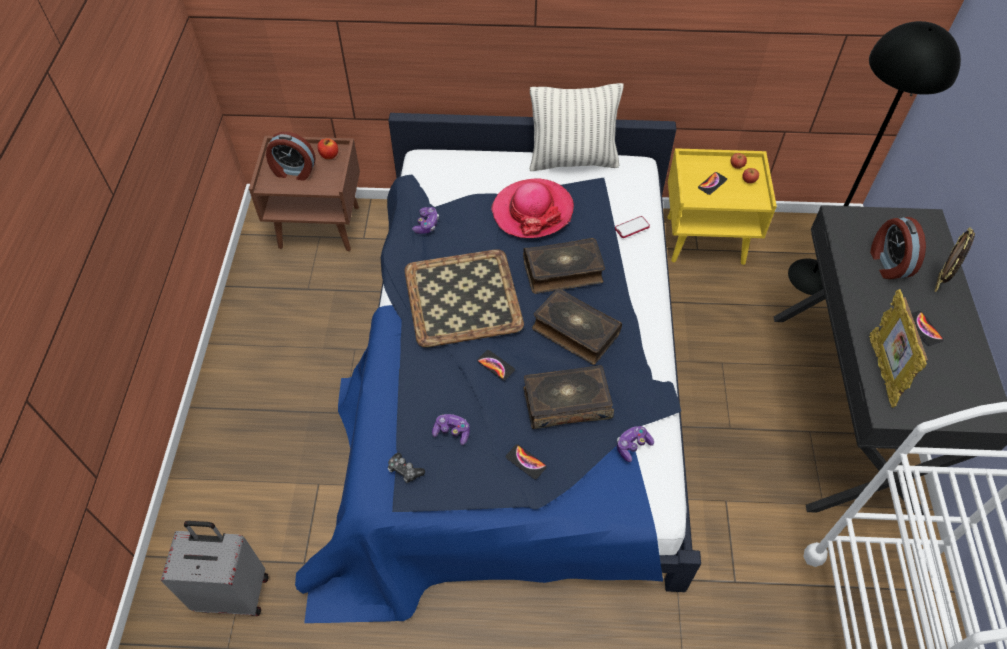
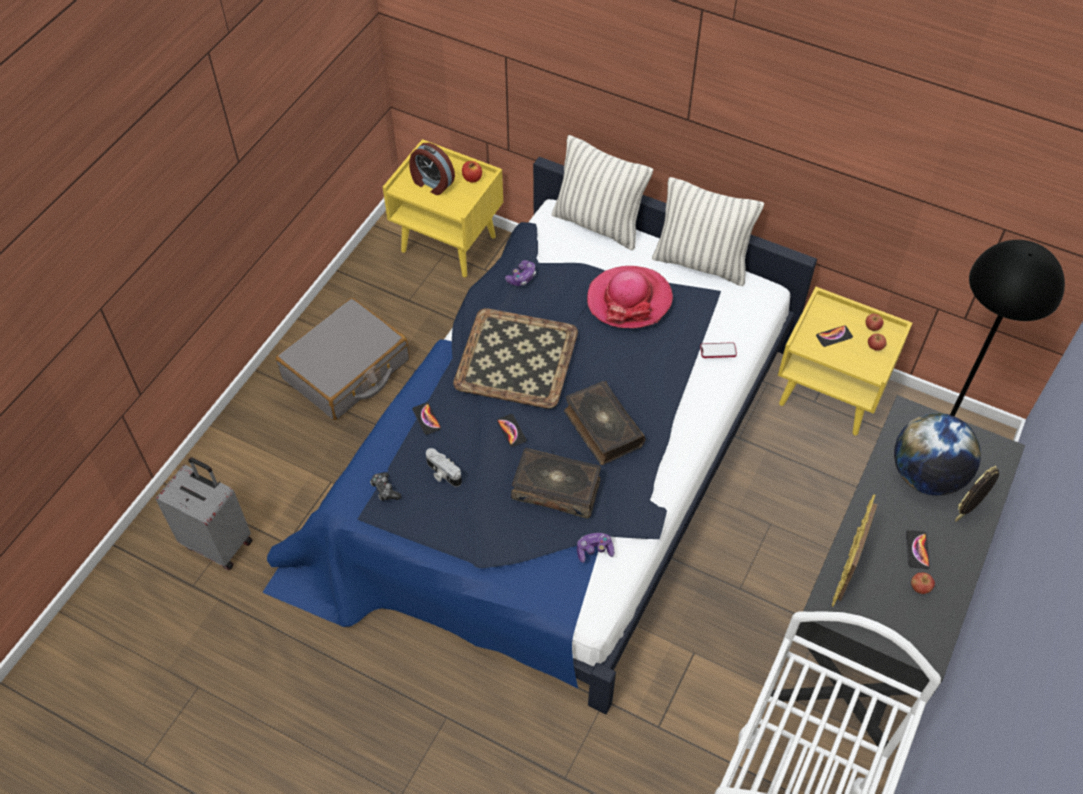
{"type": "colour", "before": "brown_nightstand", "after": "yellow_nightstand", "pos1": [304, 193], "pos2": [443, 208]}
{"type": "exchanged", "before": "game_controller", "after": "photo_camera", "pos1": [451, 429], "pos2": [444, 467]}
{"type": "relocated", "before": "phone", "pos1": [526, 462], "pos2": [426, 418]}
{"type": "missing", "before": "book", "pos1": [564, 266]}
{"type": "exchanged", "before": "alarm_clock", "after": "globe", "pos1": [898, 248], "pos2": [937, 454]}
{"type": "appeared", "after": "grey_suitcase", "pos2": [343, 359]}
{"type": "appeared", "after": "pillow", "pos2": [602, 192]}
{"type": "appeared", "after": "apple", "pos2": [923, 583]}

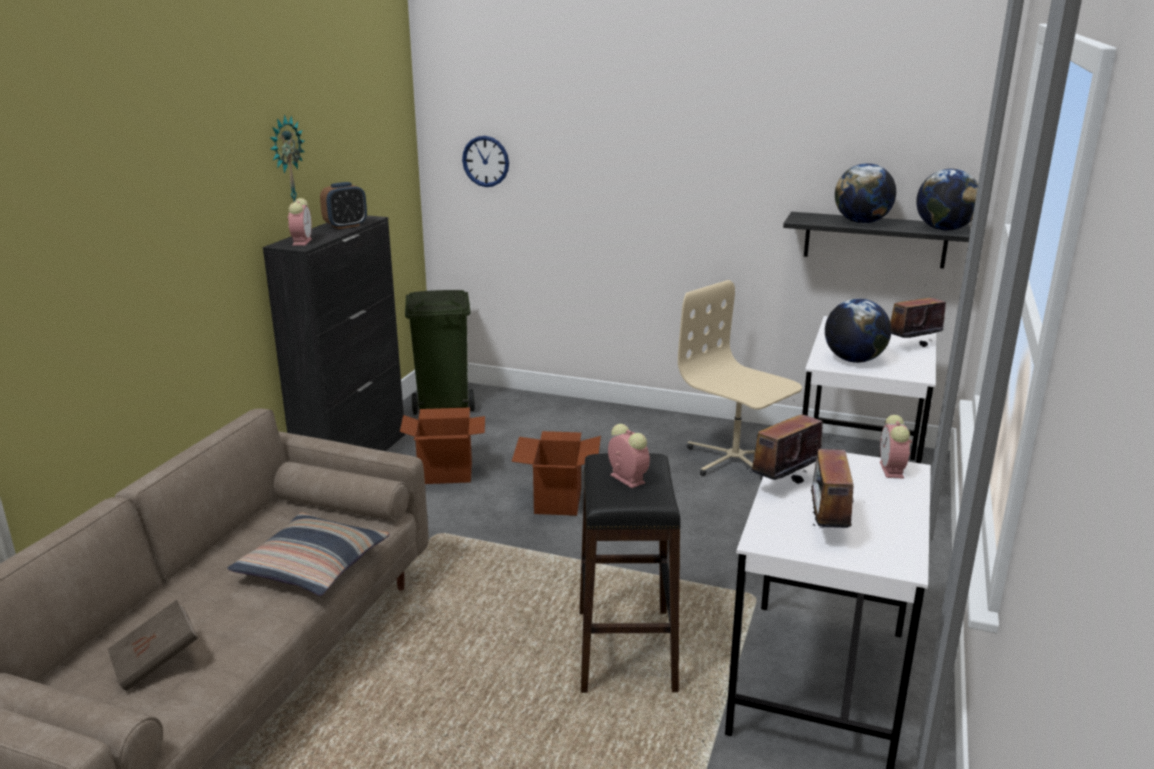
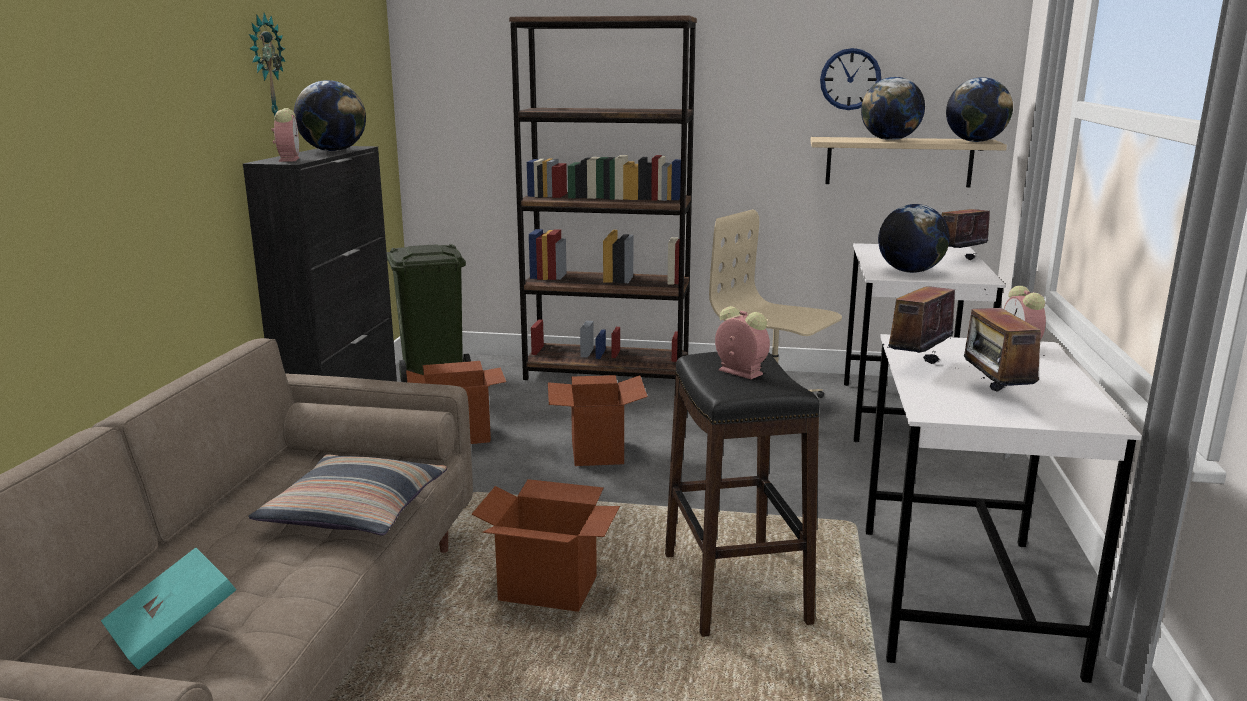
{"type": "colour", "before": "brown_book", "after": "turquoise_book", "pos1": [152, 645], "pos2": [168, 609]}
{"type": "exchanged", "before": "alarm_clock", "after": "globe", "pos1": [343, 205], "pos2": [330, 115]}
{"type": "relocated", "before": "wall_clock", "pos1": [485, 161], "pos2": [850, 79]}
{"type": "colour", "before": "black_shelf", "after": "beige_shelf", "pos1": [876, 240], "pos2": [908, 162]}
{"type": "appeared", "after": "cardboard_box", "pos2": [546, 545]}
{"type": "appeared", "after": "brown_bookcase", "pos2": [603, 198]}

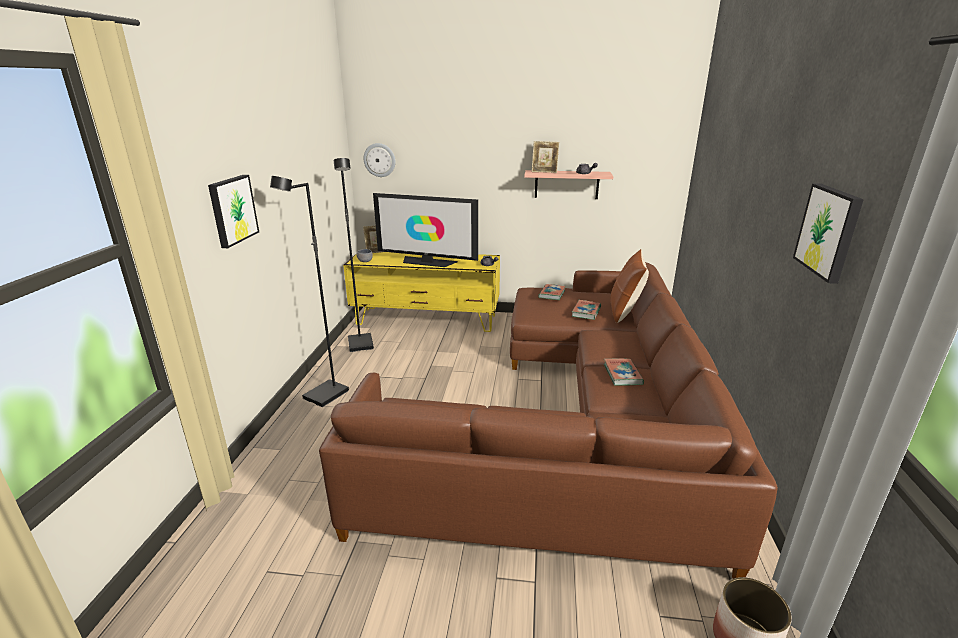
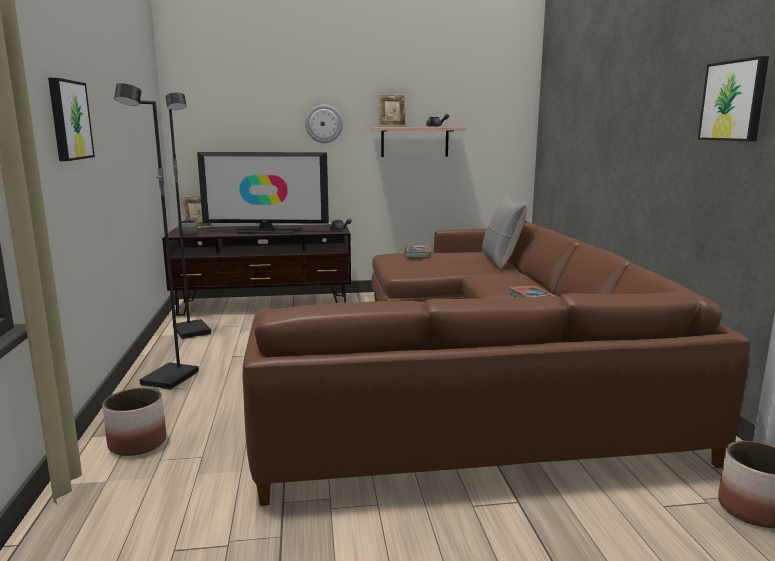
{"type": "colour", "before": "yellow_tv_stand", "after": "brown_tv_stand", "pos1": [421, 292], "pos2": [256, 270]}
{"type": "relocated", "before": "wall_clock", "pos1": [379, 160], "pos2": [324, 124]}
{"type": "missing", "before": "book", "pos1": [586, 310]}
{"type": "colour", "before": "brown_pillow", "after": "grey_pillow", "pos1": [629, 286], "pos2": [505, 232]}
{"type": "appeared", "after": "planter", "pos2": [134, 422]}

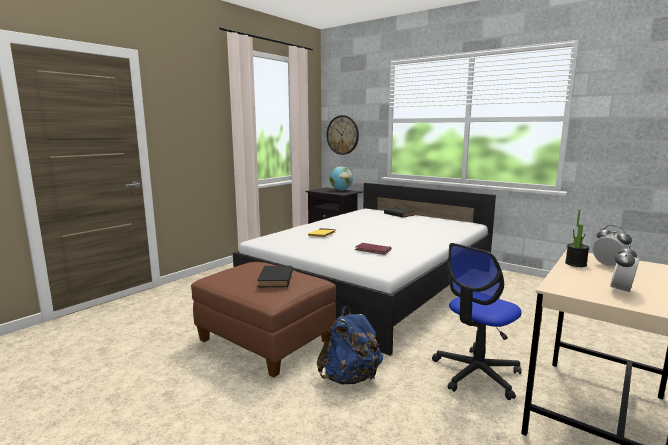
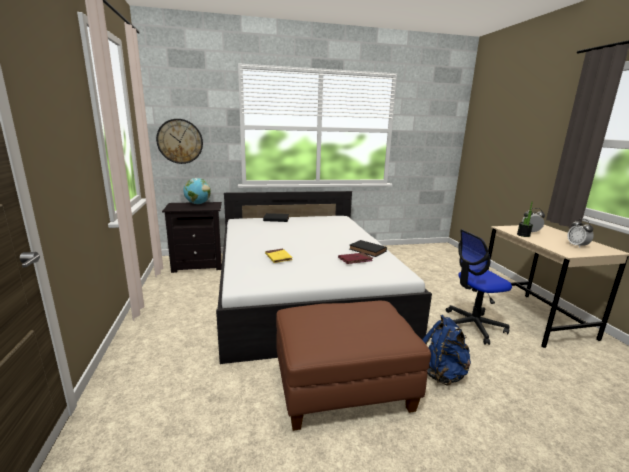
{"type": "relocated", "before": "black_book", "pos1": [275, 276], "pos2": [368, 248]}
{"type": "spun", "before": "office_chair", "pos1": [477, 321], "pos2": [479, 287], "turn": 75}

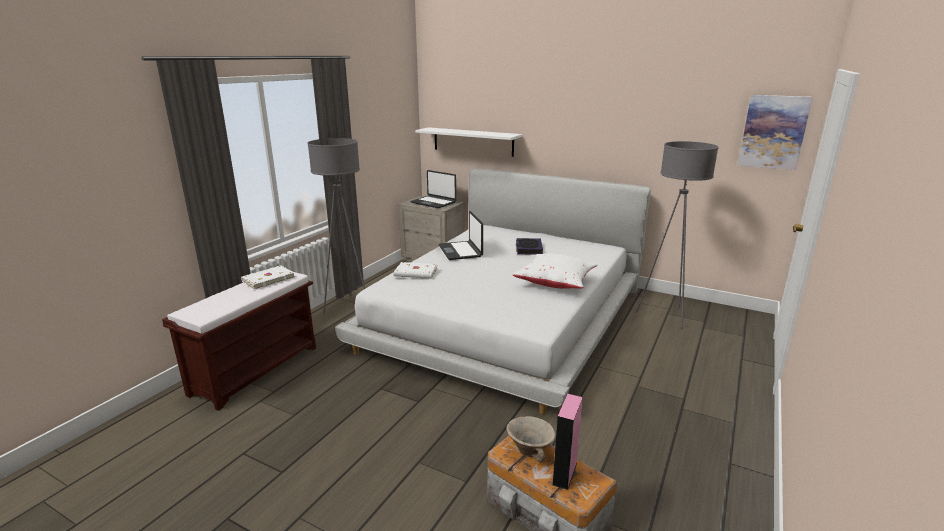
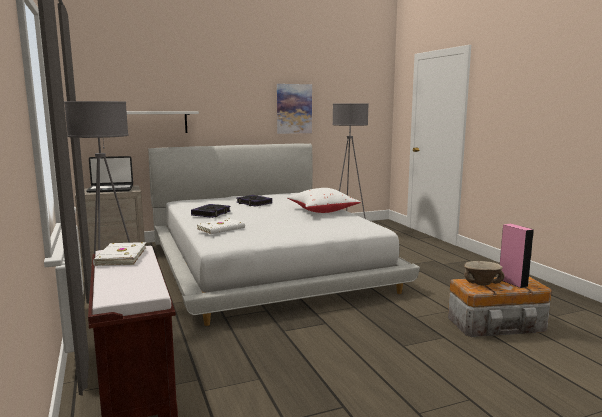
{"type": "exchanged", "before": "laptop", "after": "book", "pos1": [461, 235], "pos2": [210, 211]}
{"type": "relocated", "before": "picture", "pos1": [775, 132], "pos2": [294, 109]}

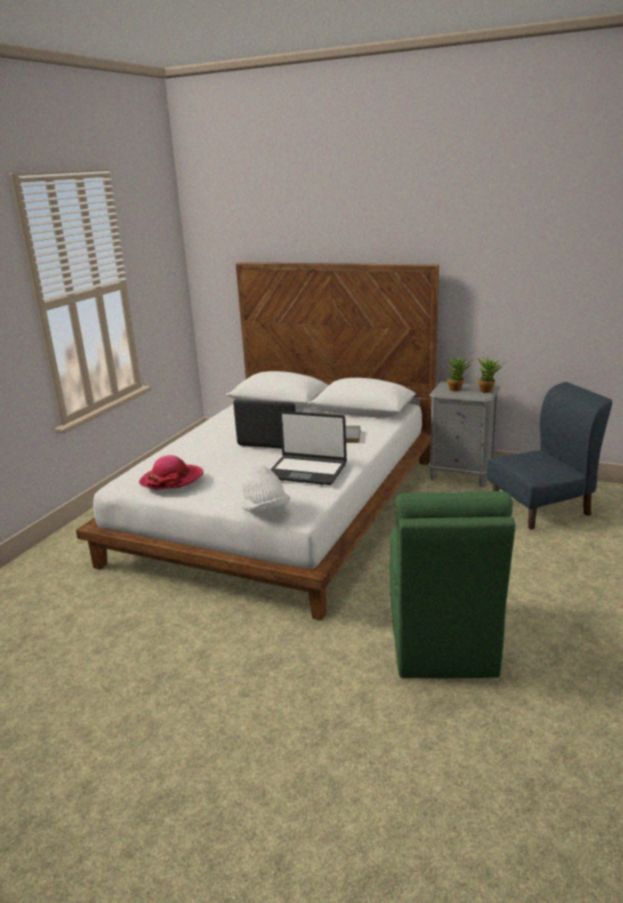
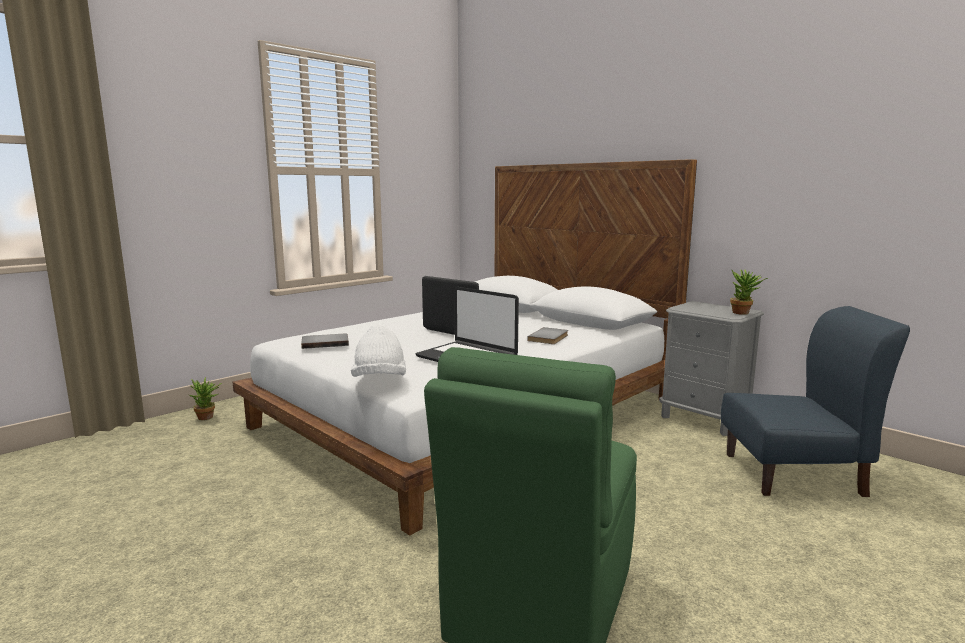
{"type": "exchanged", "before": "hat", "after": "grey_book", "pos1": [171, 472], "pos2": [325, 341]}
{"type": "relocated", "before": "potted_plant", "pos1": [459, 373], "pos2": [205, 398]}

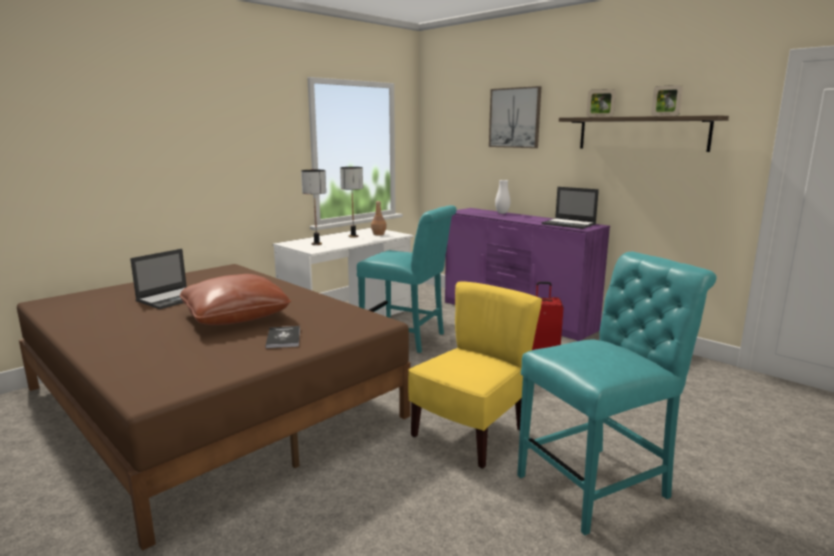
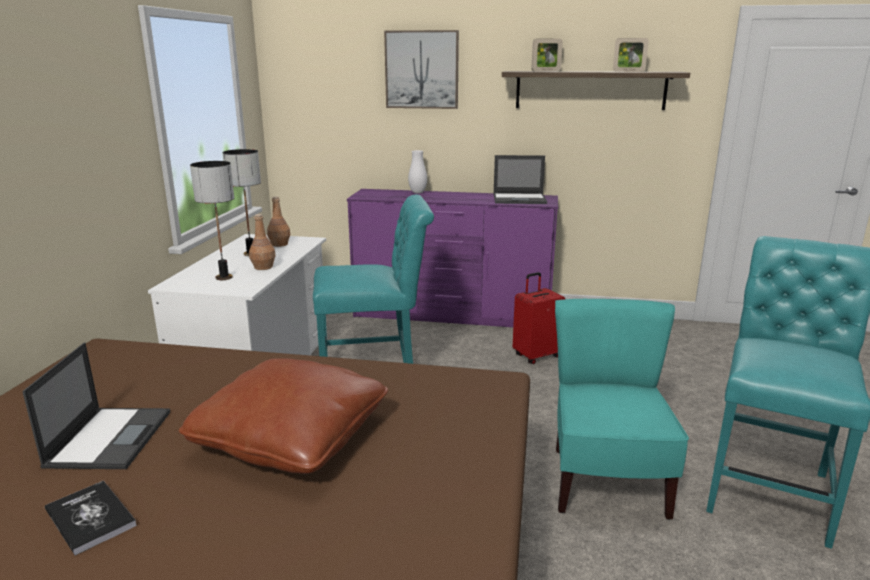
{"type": "relocated", "before": "book", "pos1": [282, 337], "pos2": [91, 517]}
{"type": "colour", "before": "yellow_chair", "after": "turquoise_chair", "pos1": [475, 375], "pos2": [622, 409]}
{"type": "appeared", "after": "brown_bottle", "pos2": [262, 242]}

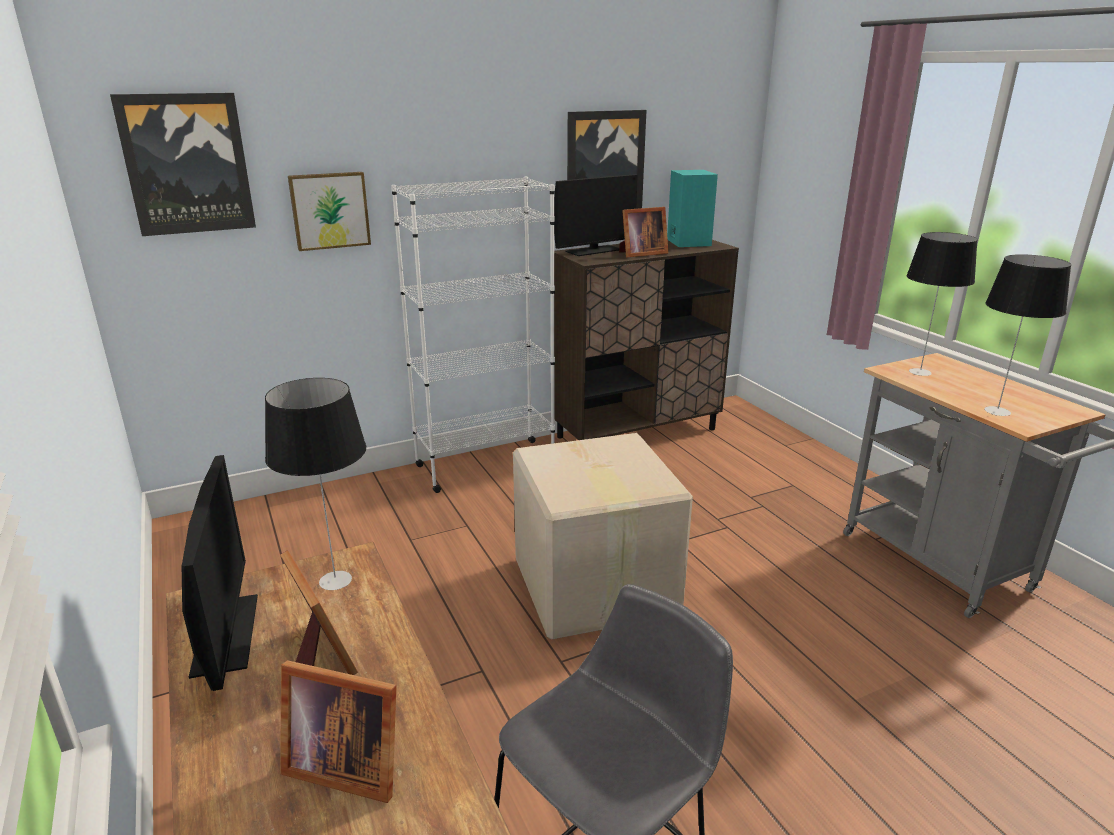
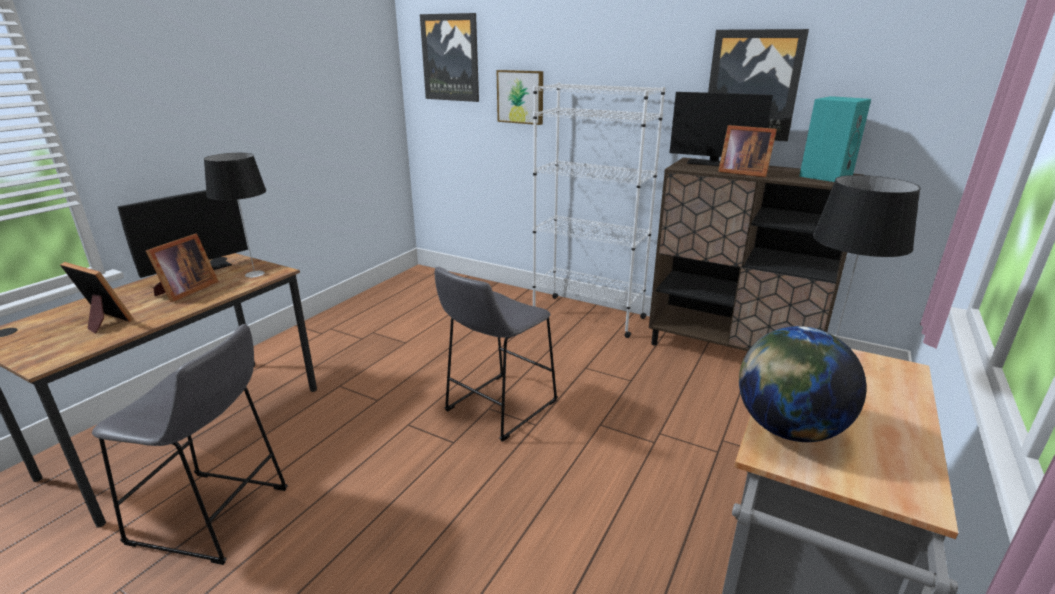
{"type": "spun", "before": "picture_frame", "pos1": [338, 731], "pos2": [97, 298], "turn": 135}
{"type": "exchanged", "before": "cardboard_box", "after": "grey_stool", "pos1": [603, 536], "pos2": [496, 354]}
{"type": "exchanged", "before": "table_lamp", "after": "globe", "pos1": [1027, 335], "pos2": [803, 384]}

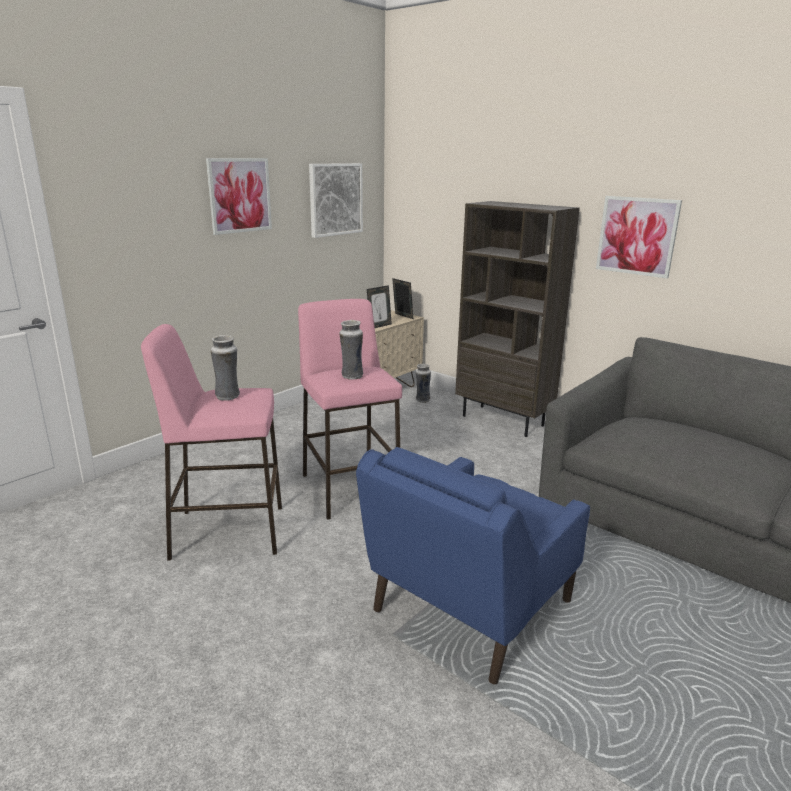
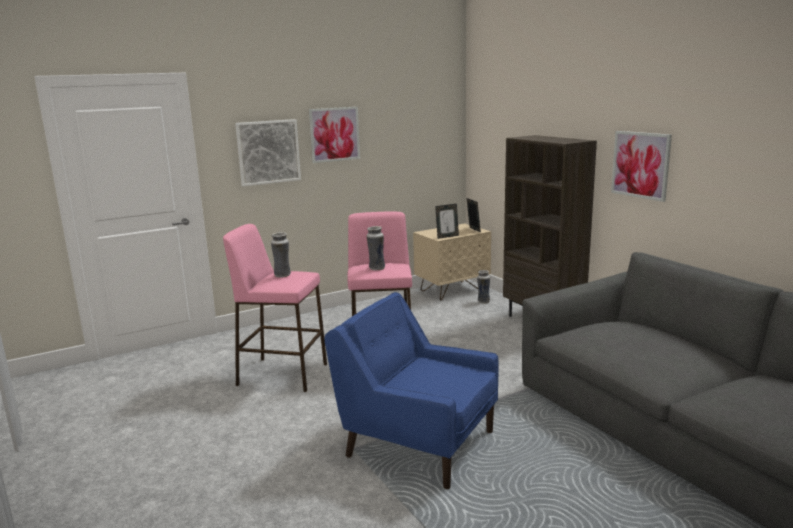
{"type": "relocated", "before": "picture", "pos1": [336, 200], "pos2": [268, 153]}
{"type": "spun", "before": "blue_armchair", "pos1": [473, 565], "pos2": [412, 390], "turn": 60}

